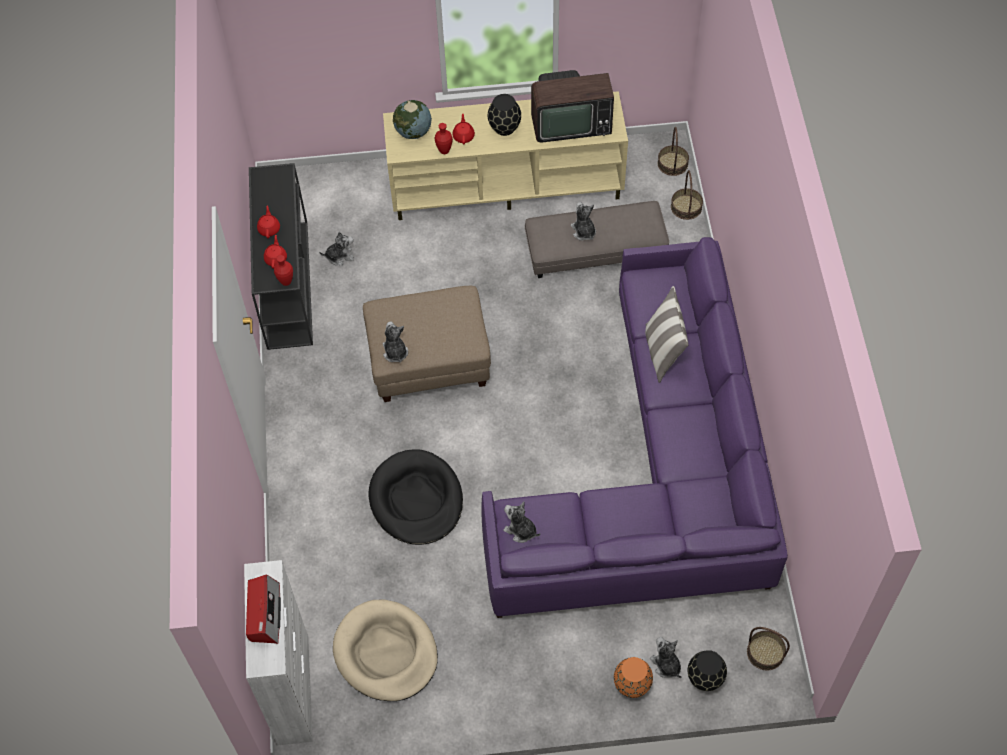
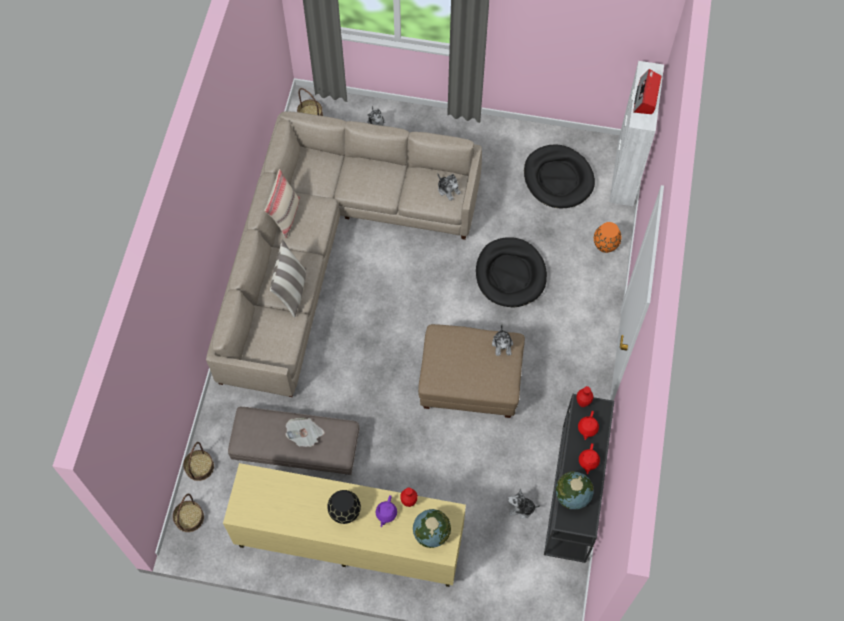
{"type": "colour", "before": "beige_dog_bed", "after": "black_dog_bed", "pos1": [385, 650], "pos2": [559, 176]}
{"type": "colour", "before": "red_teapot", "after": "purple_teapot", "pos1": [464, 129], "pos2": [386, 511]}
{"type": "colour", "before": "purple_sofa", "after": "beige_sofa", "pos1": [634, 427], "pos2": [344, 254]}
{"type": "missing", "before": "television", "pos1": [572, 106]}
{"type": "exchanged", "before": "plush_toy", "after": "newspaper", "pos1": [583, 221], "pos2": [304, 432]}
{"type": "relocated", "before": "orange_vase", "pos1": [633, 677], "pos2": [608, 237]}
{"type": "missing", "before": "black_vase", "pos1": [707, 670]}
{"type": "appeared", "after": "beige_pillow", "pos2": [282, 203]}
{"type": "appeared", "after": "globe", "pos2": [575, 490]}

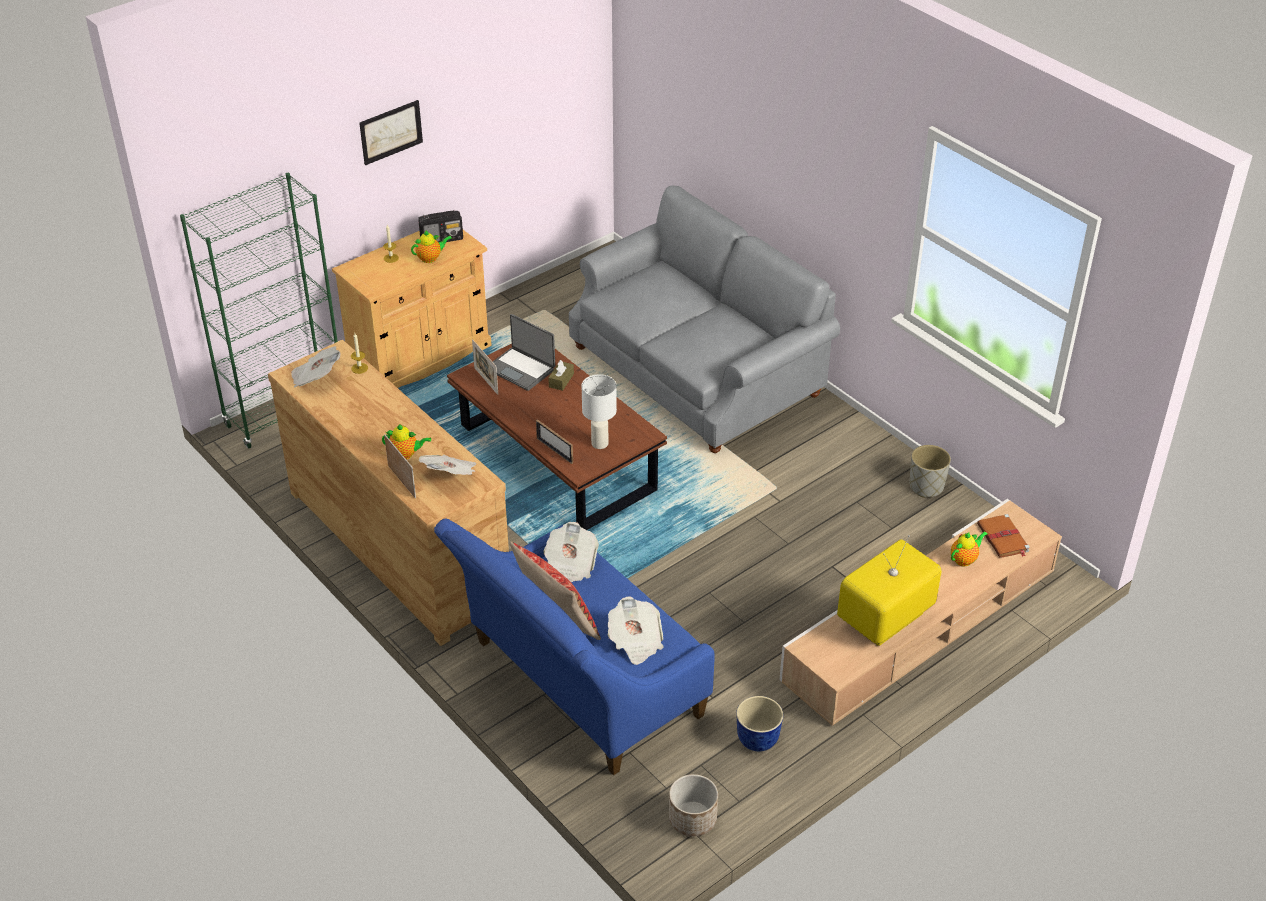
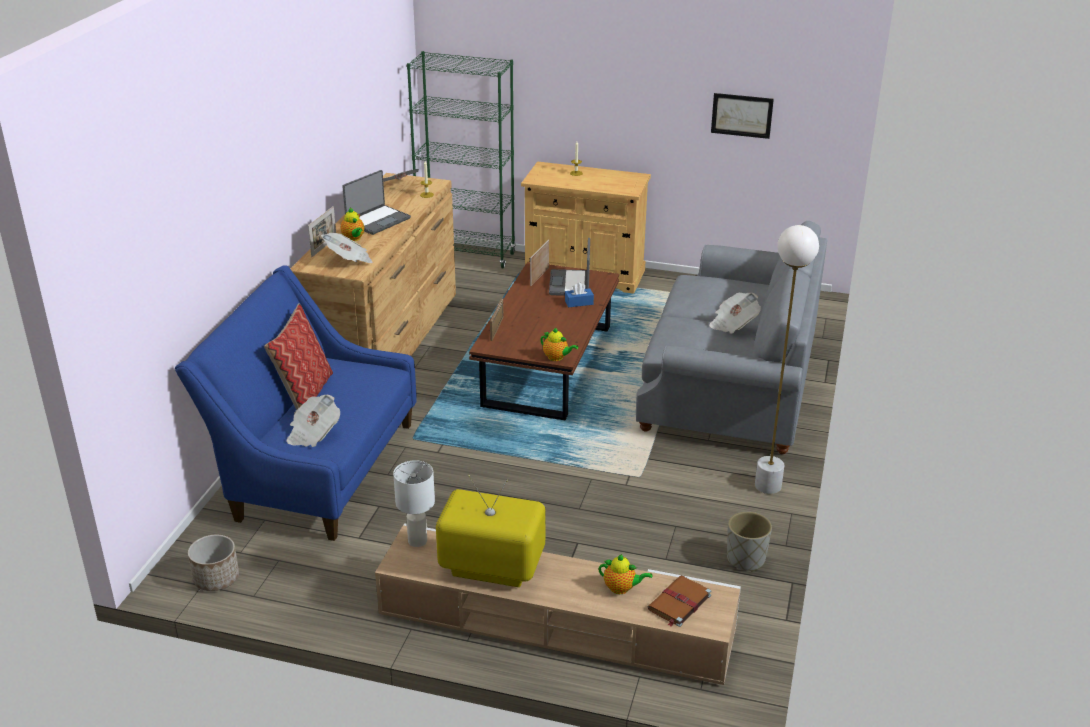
{"type": "relocated", "before": "picture", "pos1": [391, 132], "pos2": [742, 116]}
{"type": "relocated", "before": "teapot", "pos1": [431, 246], "pos2": [559, 344]}
{"type": "missing", "before": "radio", "pos1": [440, 226]}
{"type": "relocated", "before": "newspaper", "pos1": [571, 552], "pos2": [735, 313]}
{"type": "colour", "before": "brown_tissue_box", "after": "blue_tissue_box", "pos1": [561, 375], "pos2": [579, 295]}
{"type": "relocated", "before": "white_table_lamp", "pos1": [599, 411], "pos2": [414, 503]}
{"type": "missing", "before": "planter", "pos1": [759, 723]}
{"type": "appeared", "after": "laptop", "pos2": [376, 202]}
{"type": "appeared", "after": "white_floor_lamp", "pos2": [787, 359]}

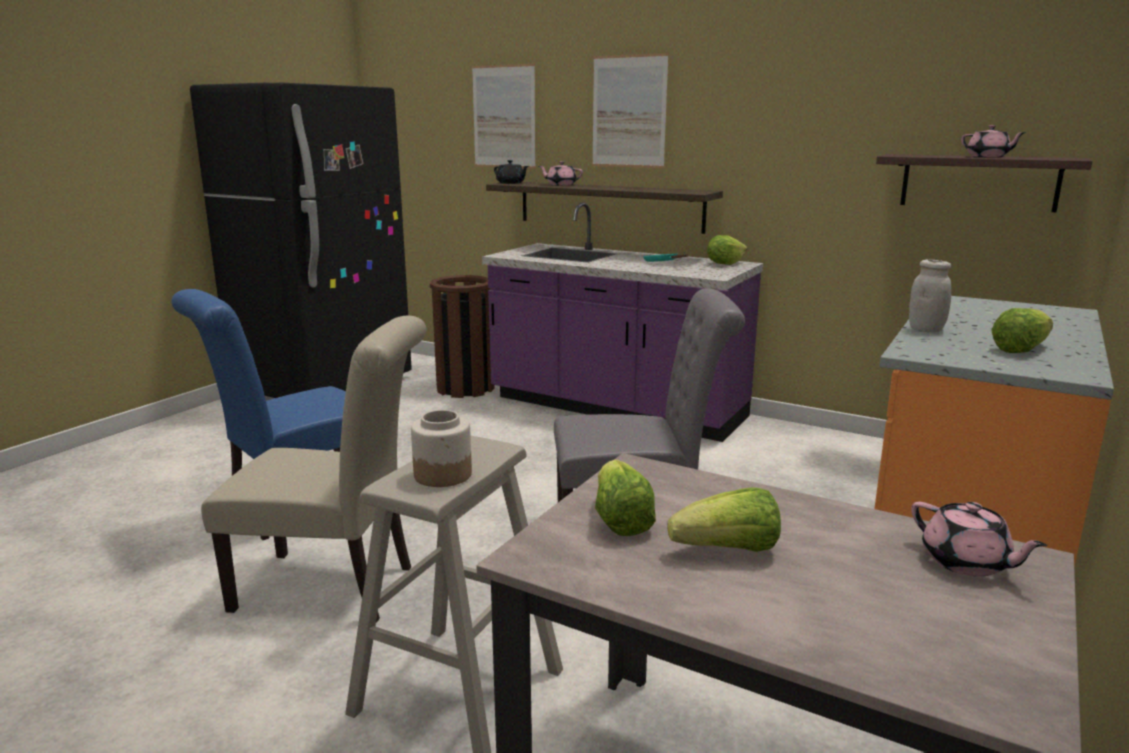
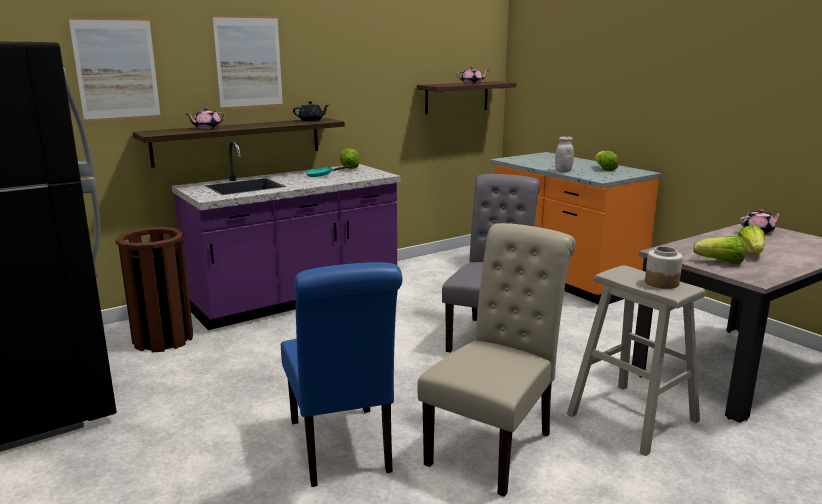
{"type": "relocated", "before": "black_teapot", "pos1": [511, 172], "pos2": [311, 111]}

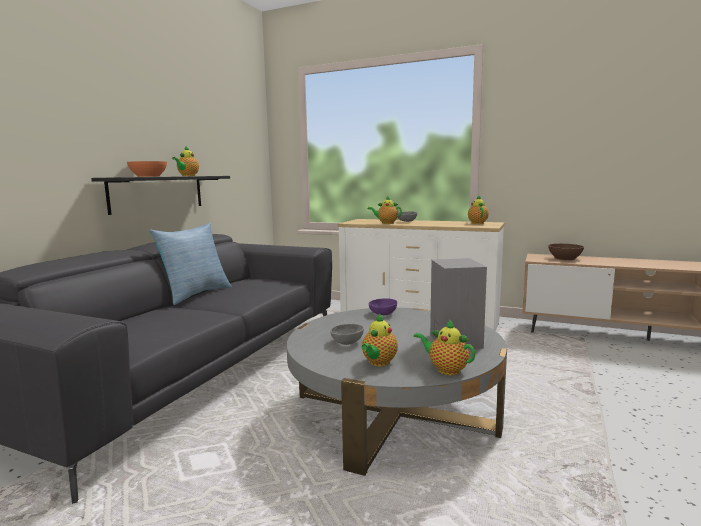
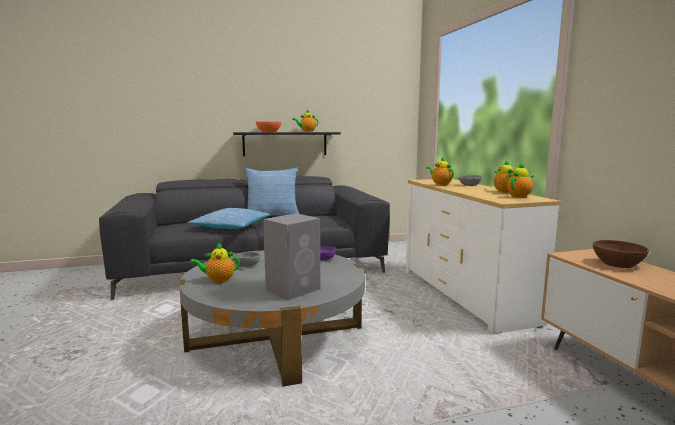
{"type": "relocated", "before": "teapot", "pos1": [444, 347], "pos2": [503, 177]}
{"type": "appeared", "after": "pillow", "pos2": [228, 218]}

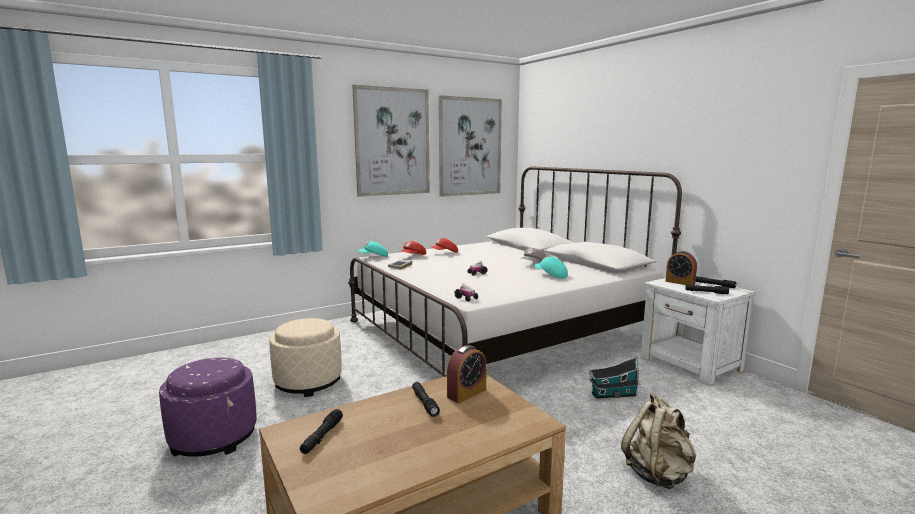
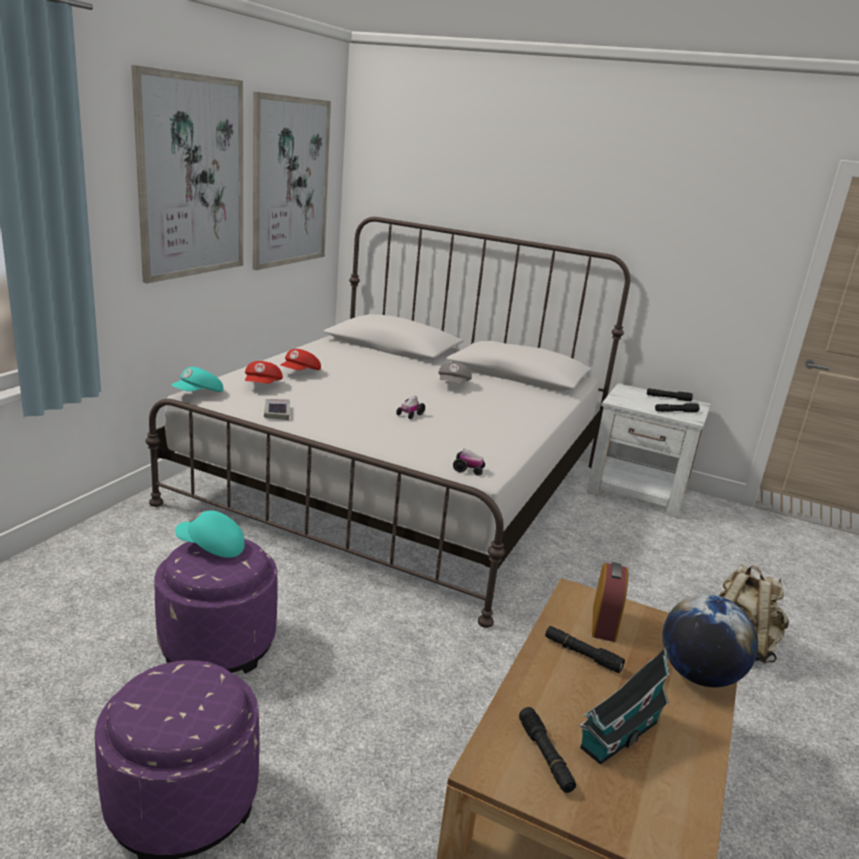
{"type": "colour", "before": "beige_ottoman", "after": "purple_ottoman", "pos1": [305, 357], "pos2": [216, 606]}
{"type": "relocated", "before": "turquoise_cap", "pos1": [551, 267], "pos2": [210, 534]}
{"type": "relocated", "before": "toy_house", "pos1": [614, 378], "pos2": [624, 706]}
{"type": "missing", "before": "alarm_clock", "pos1": [681, 268]}
{"type": "appeared", "after": "globe", "pos2": [710, 640]}

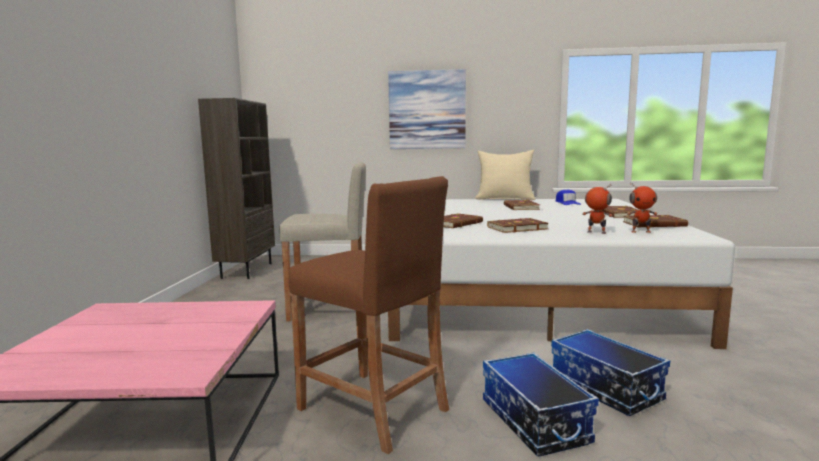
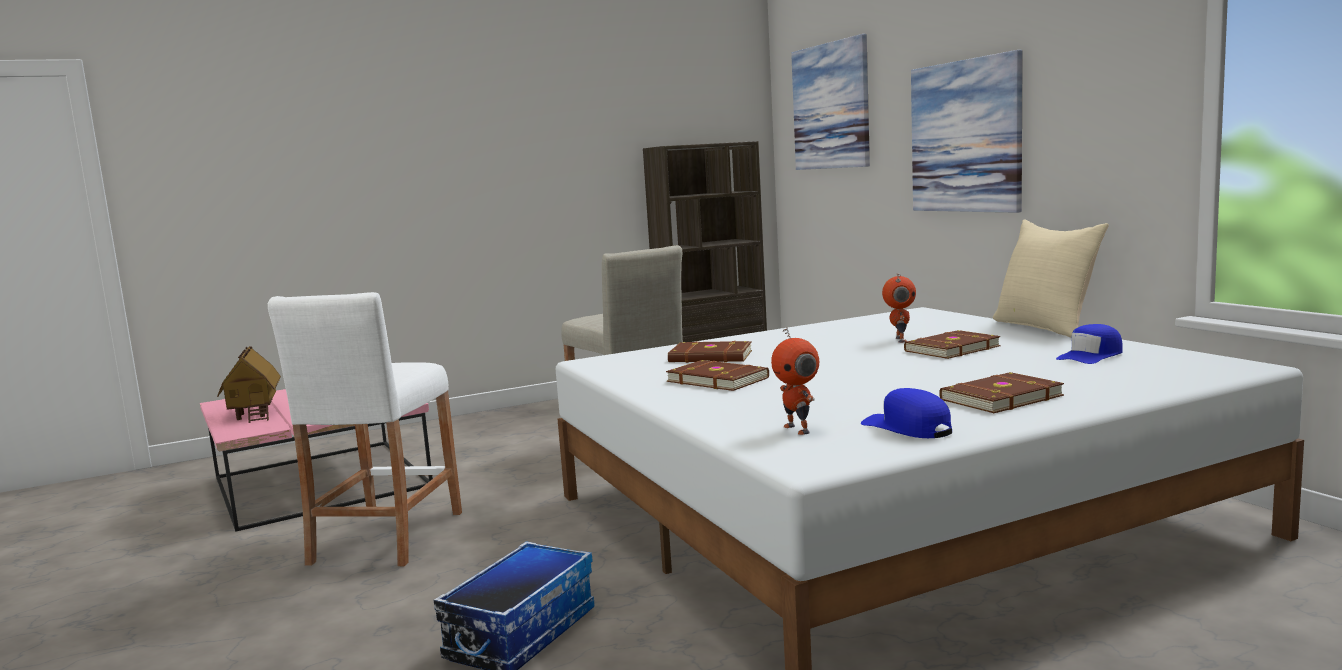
{"type": "colour", "before": "brown_stool", "after": "white_stool", "pos1": [369, 315], "pos2": [365, 429]}
{"type": "missing", "before": "storage_box", "pos1": [541, 404]}
{"type": "relocated", "before": "toy_robot", "pos1": [597, 209], "pos2": [899, 308]}
{"type": "exchanged", "before": "brown_book", "after": "blue_cap", "pos1": [655, 221], "pos2": [906, 413]}
{"type": "appeared", "after": "toy_house", "pos2": [249, 384]}
{"type": "appeared", "after": "picture", "pos2": [830, 102]}

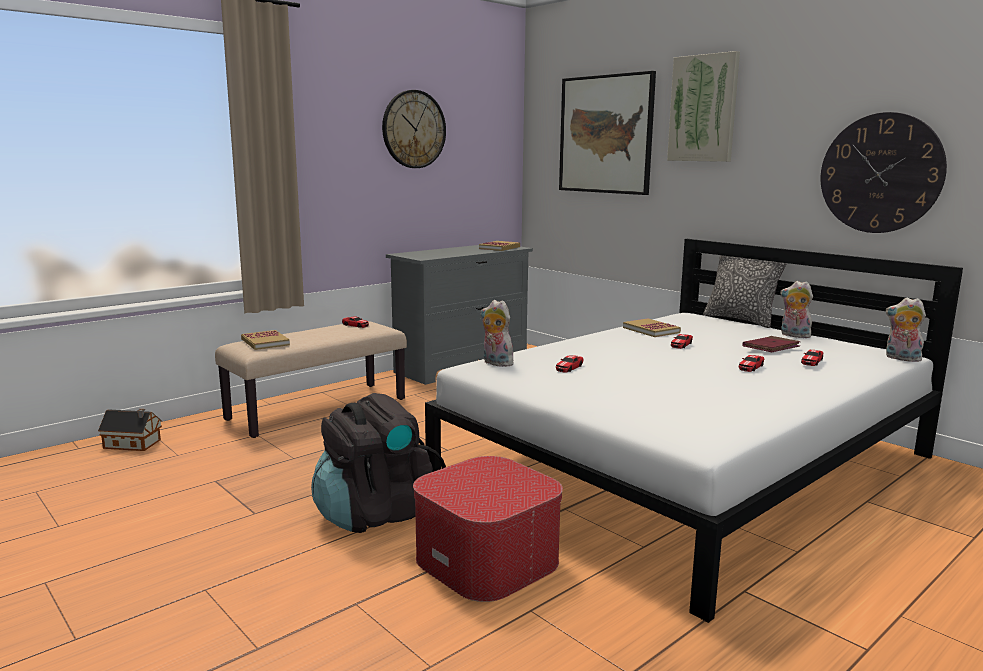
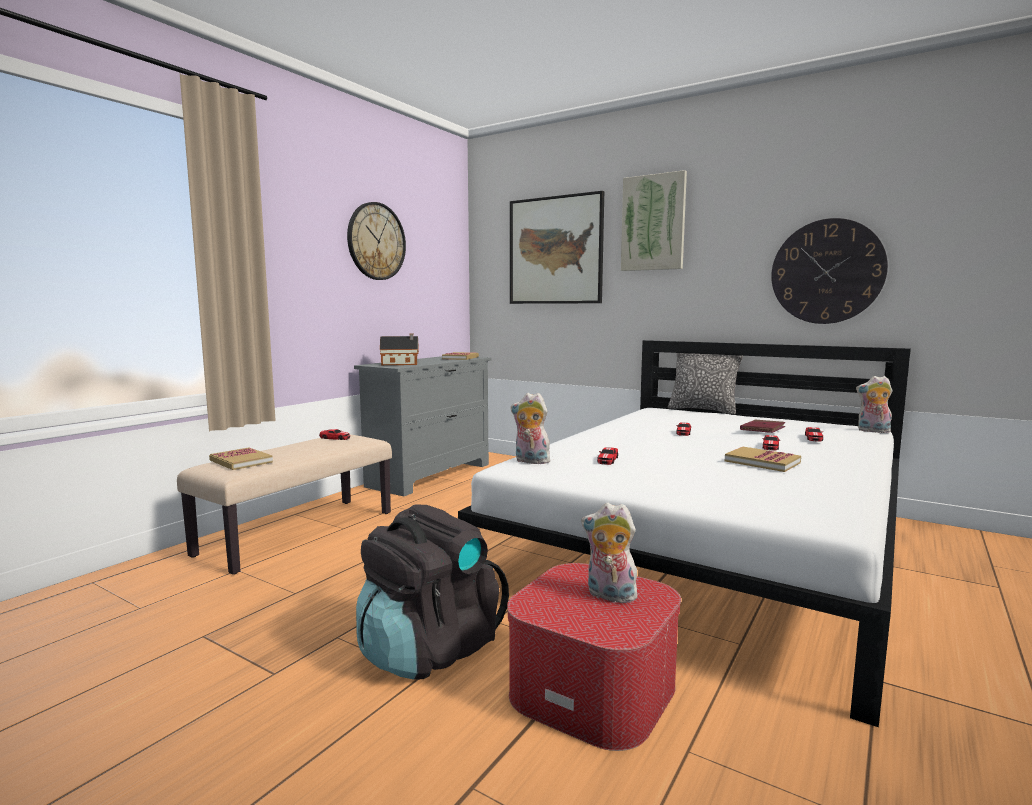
{"type": "relocated", "before": "toy_house", "pos1": [130, 430], "pos2": [399, 349]}
{"type": "relocated", "before": "book", "pos1": [652, 327], "pos2": [763, 459]}
{"type": "relocated", "before": "plush_toy", "pos1": [796, 309], "pos2": [610, 553]}

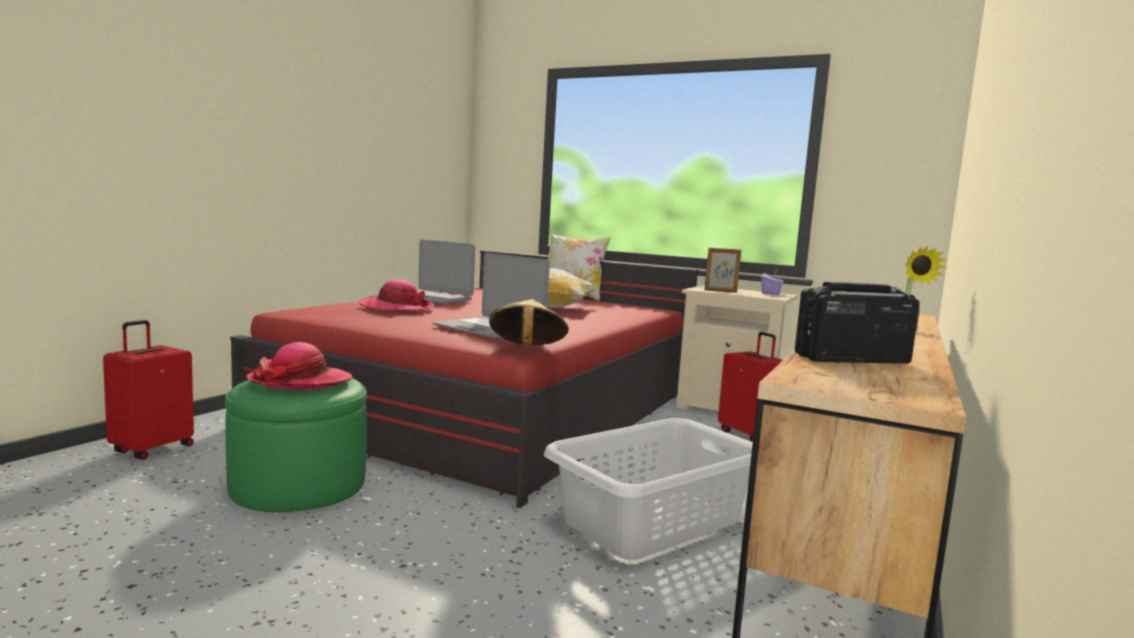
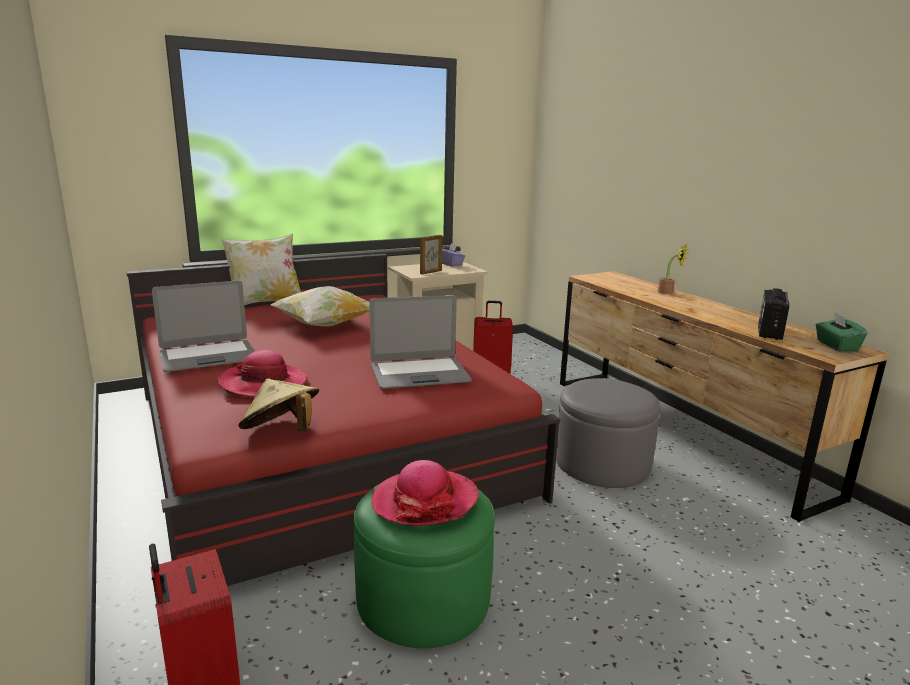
{"type": "relocated", "before": "beige_hat", "pos1": [529, 322], "pos2": [279, 404]}
{"type": "exchanged", "before": "grey_laundry_basket", "after": "grey_ottoman", "pos1": [648, 489], "pos2": [608, 433]}
{"type": "appeared", "after": "green_tissue_box", "pos2": [841, 331]}

